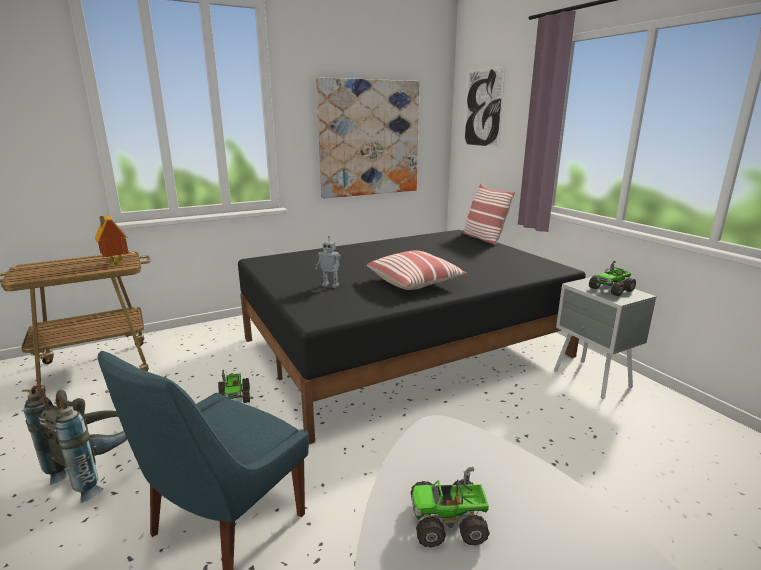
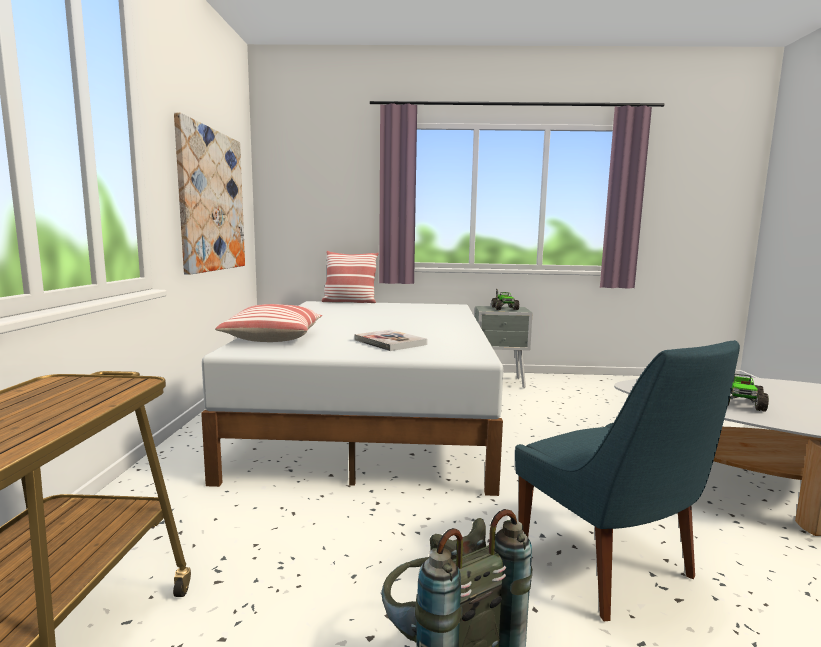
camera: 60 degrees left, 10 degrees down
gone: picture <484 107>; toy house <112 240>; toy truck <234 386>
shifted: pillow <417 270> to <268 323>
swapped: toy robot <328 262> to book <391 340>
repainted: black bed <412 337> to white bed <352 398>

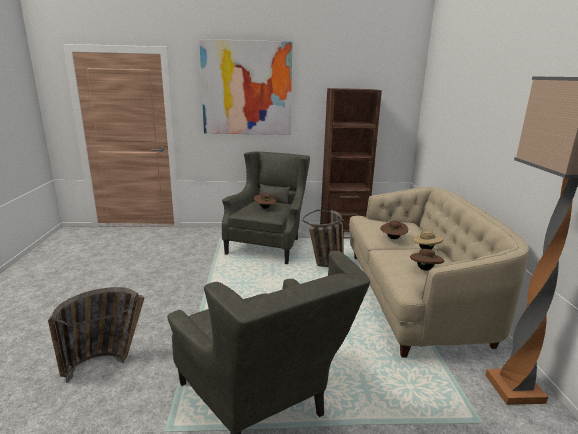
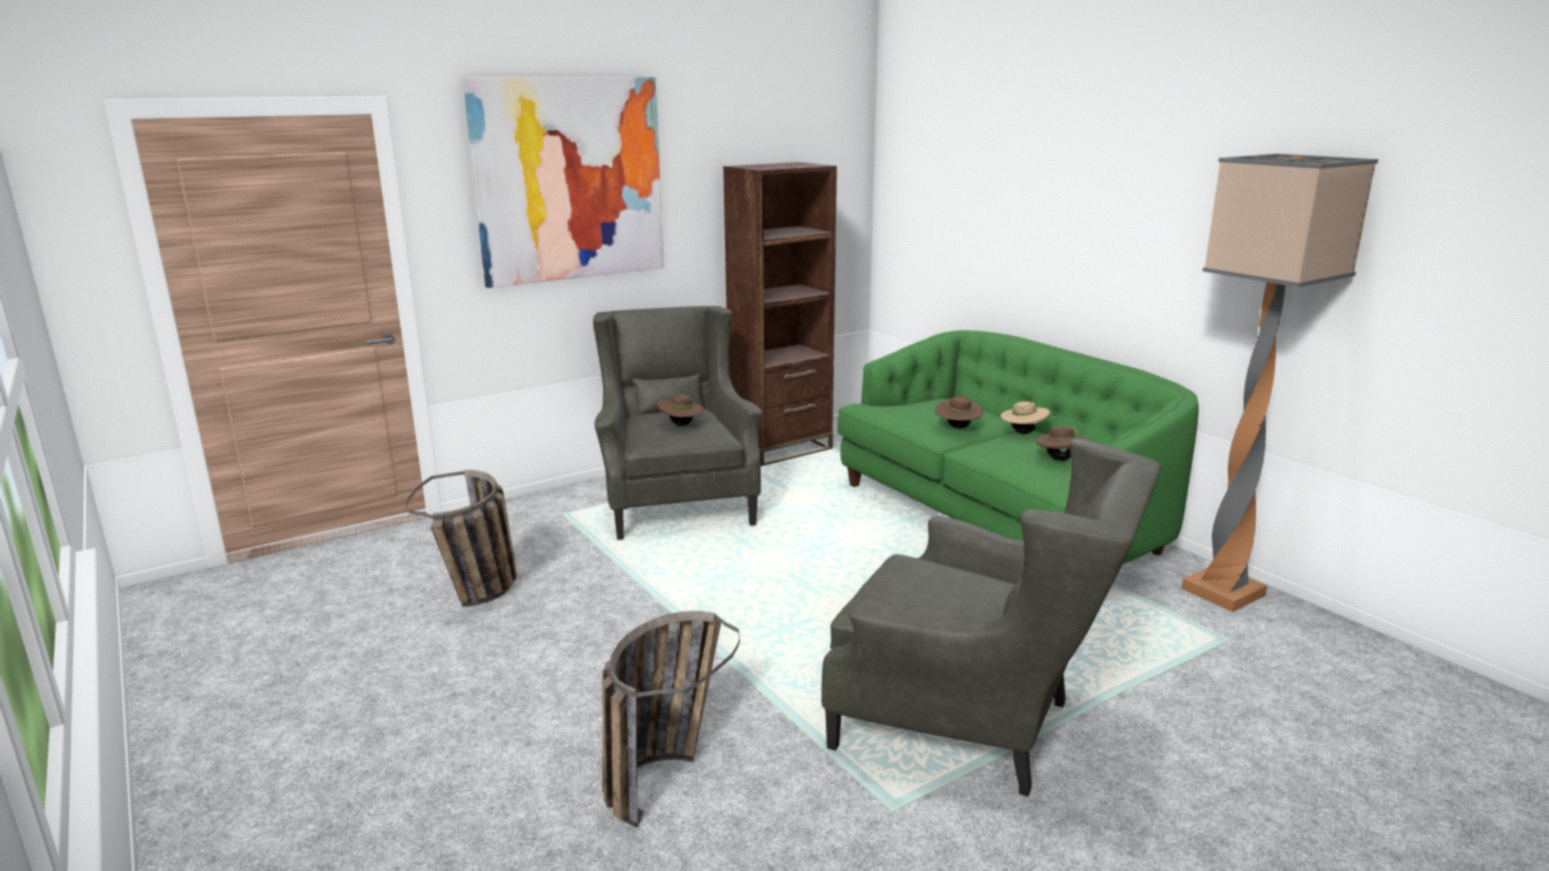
camera: 30 degrees left, 0 degrees up
shifted: basket <323 238> to <461 538>
repainted: beige sofa <439 272> to green sofa <1018 447>

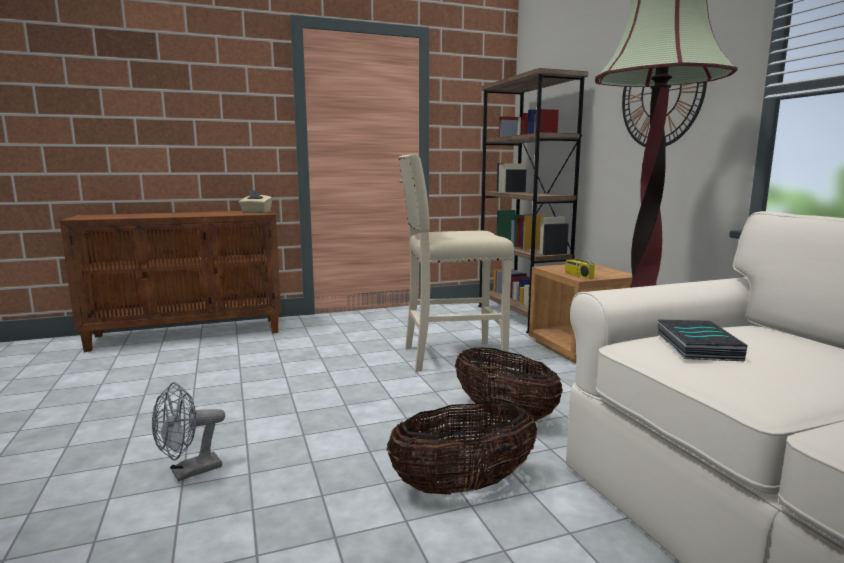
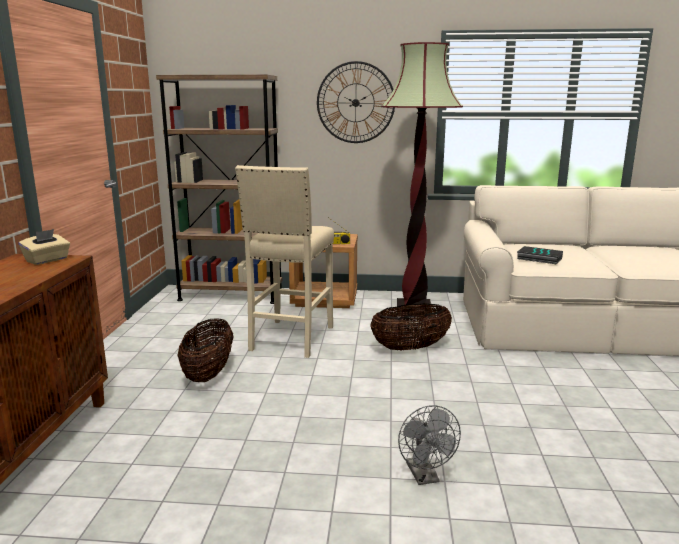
camera: 65 degrees left, 5 degrees up
shifted: basket <461 448> to <205 350>

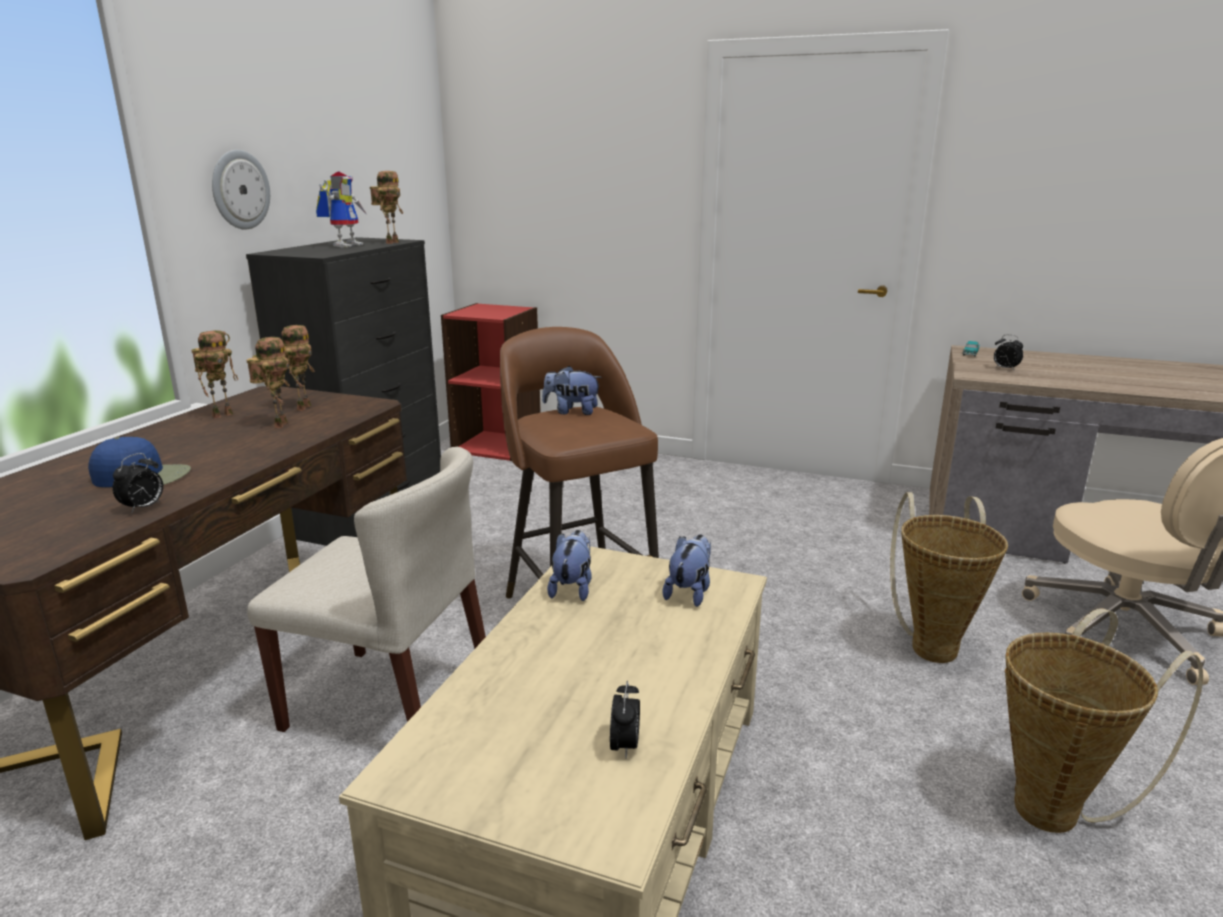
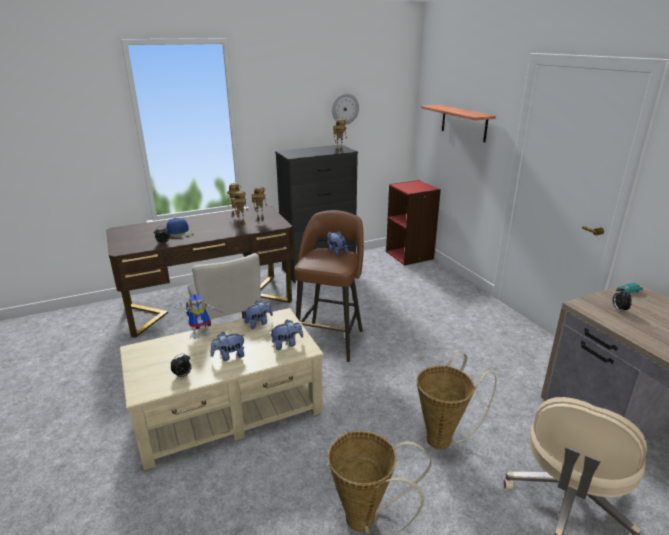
camera: 45 degrees right, 5 degrees up
new: shelf <458 123>; plush toy <228 346>
shifted: wall clock <241 190> to <345 109>; toy robot <341 209> to <198 316>

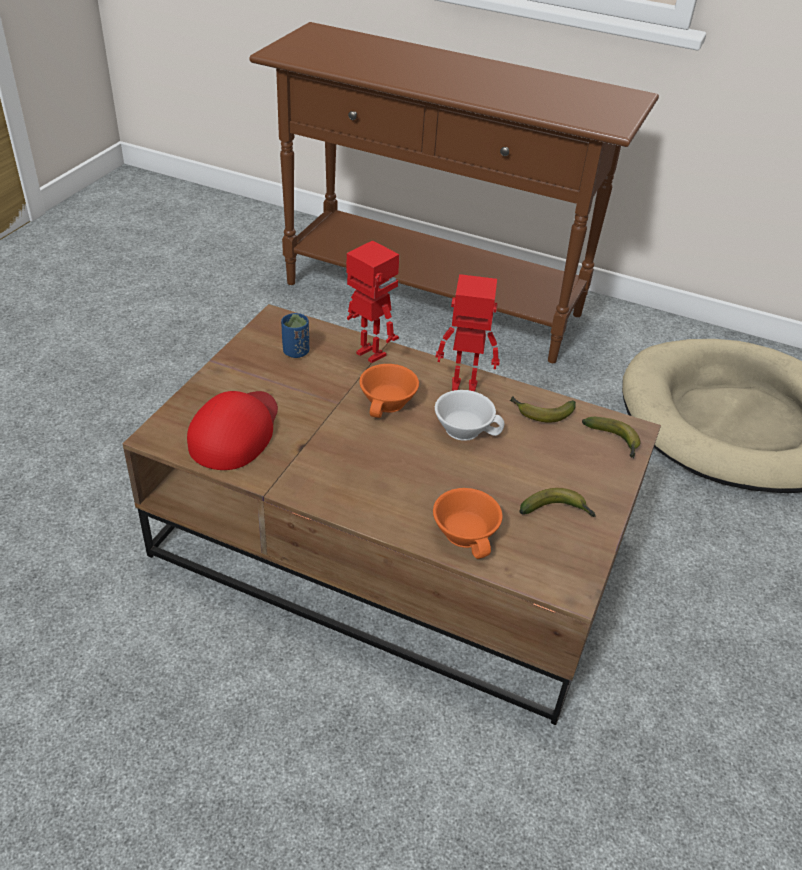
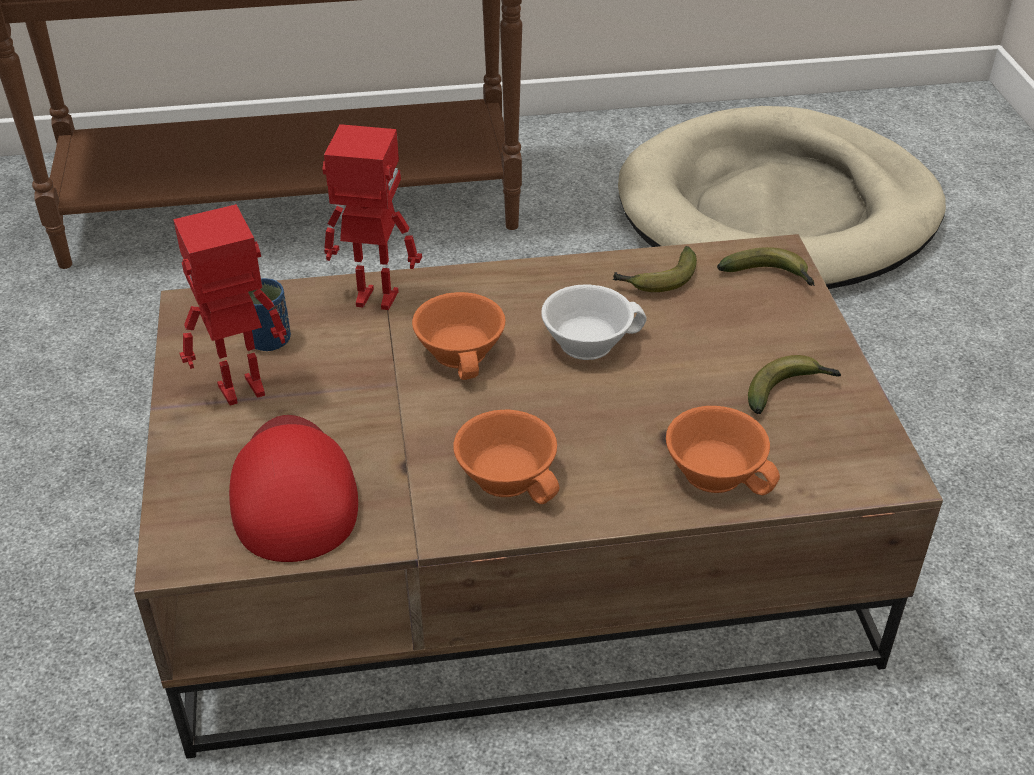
camera: 30 degrees left, 0 degrees up
new: orange cup <506 457>
shifted: toy robot <468 332> to <230 305>

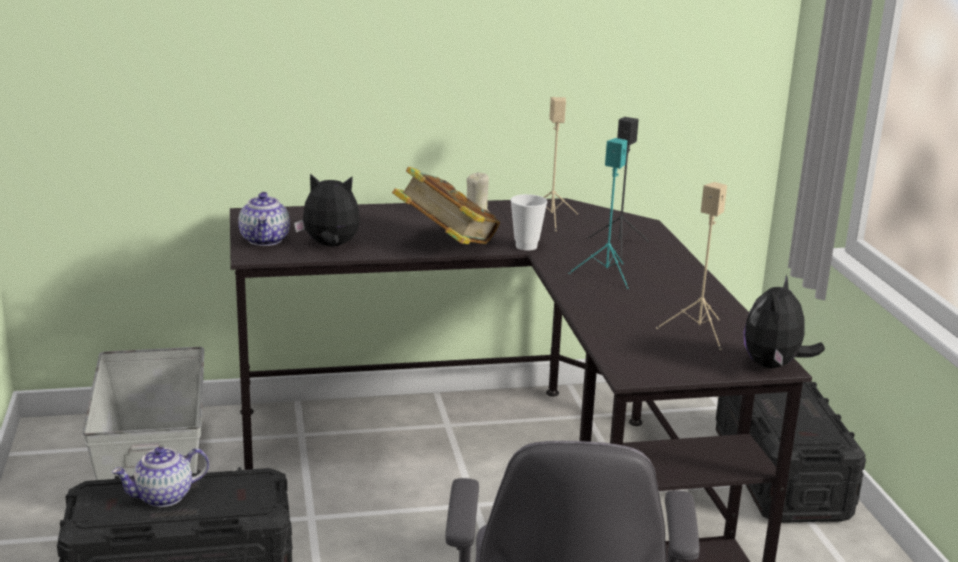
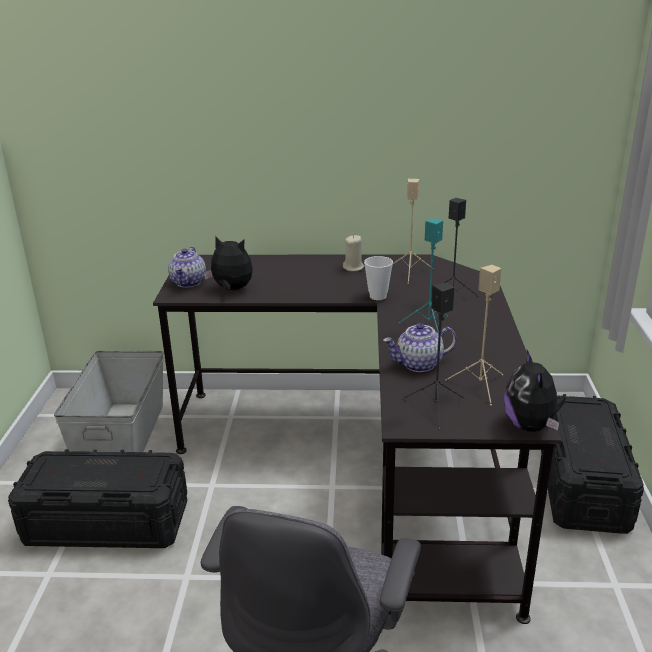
camera: 15 degrees right, 5 degrees up
gone: book <446 205>
new: black speaker <433 356>
shifted: teapot <160 477> to <420 347>
rotated: plush toy <784 321> = <535 391> 45 degrees counterclockwise

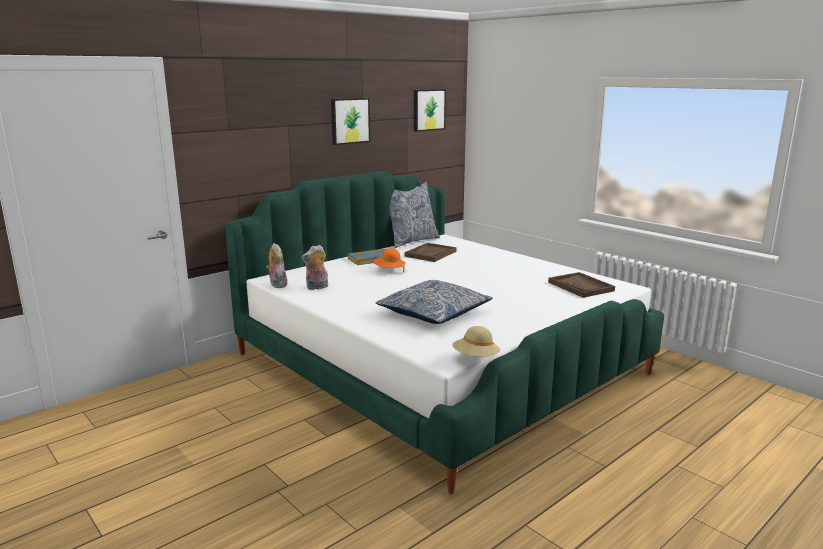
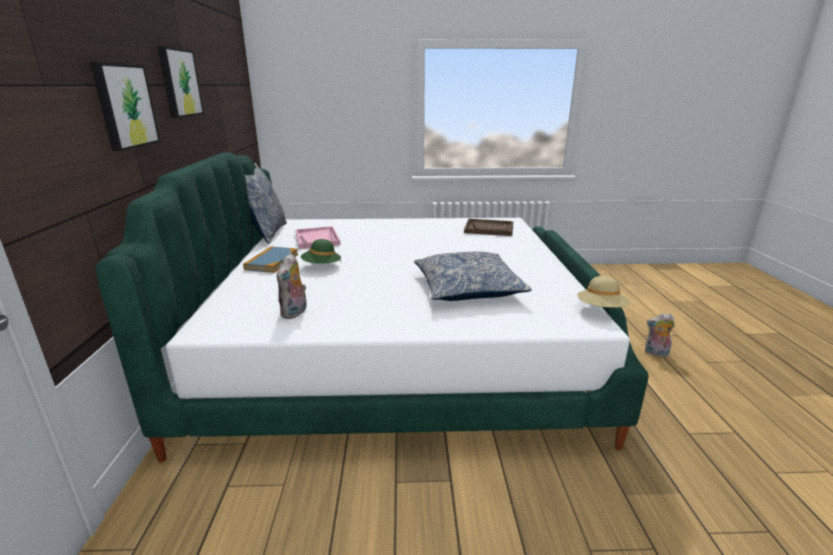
camera: 50 degrees left, 5 degrees up
shifted: picture <430 110> to <125 106>; plush toy <276 265> to <660 335>
repainted: brown tray <430 252> to pink tray <318 237>; orange hat <389 260> to green hat <321 251>

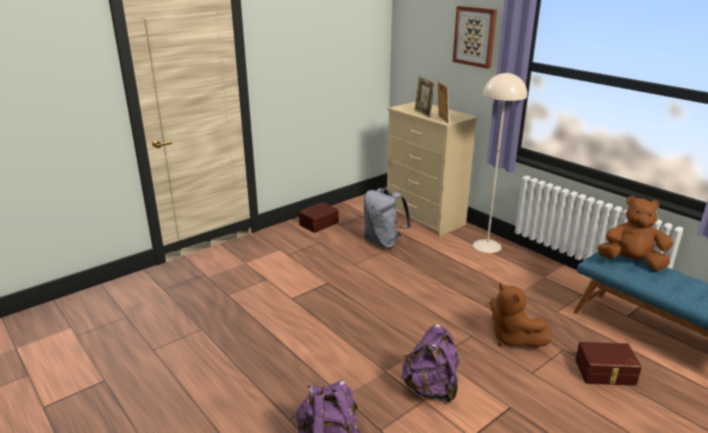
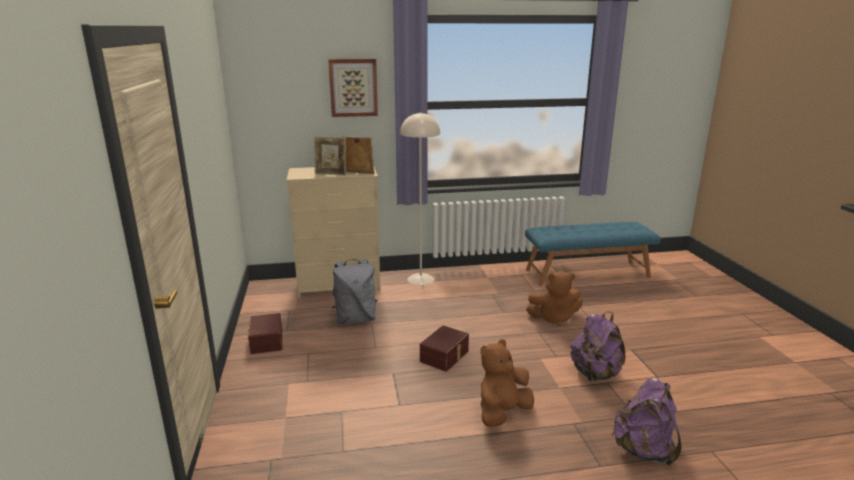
camera: 60 degrees left, 5 degrees down
shifted: brown plush toy <635 232> to <507 383>; brown storage box <608 364> to <444 348>

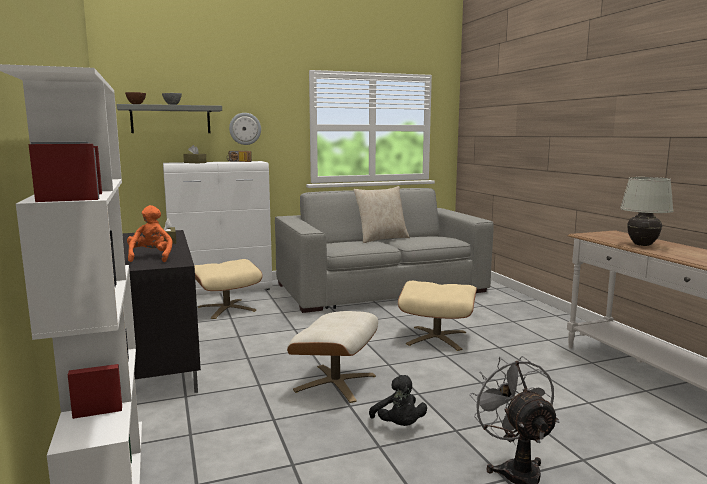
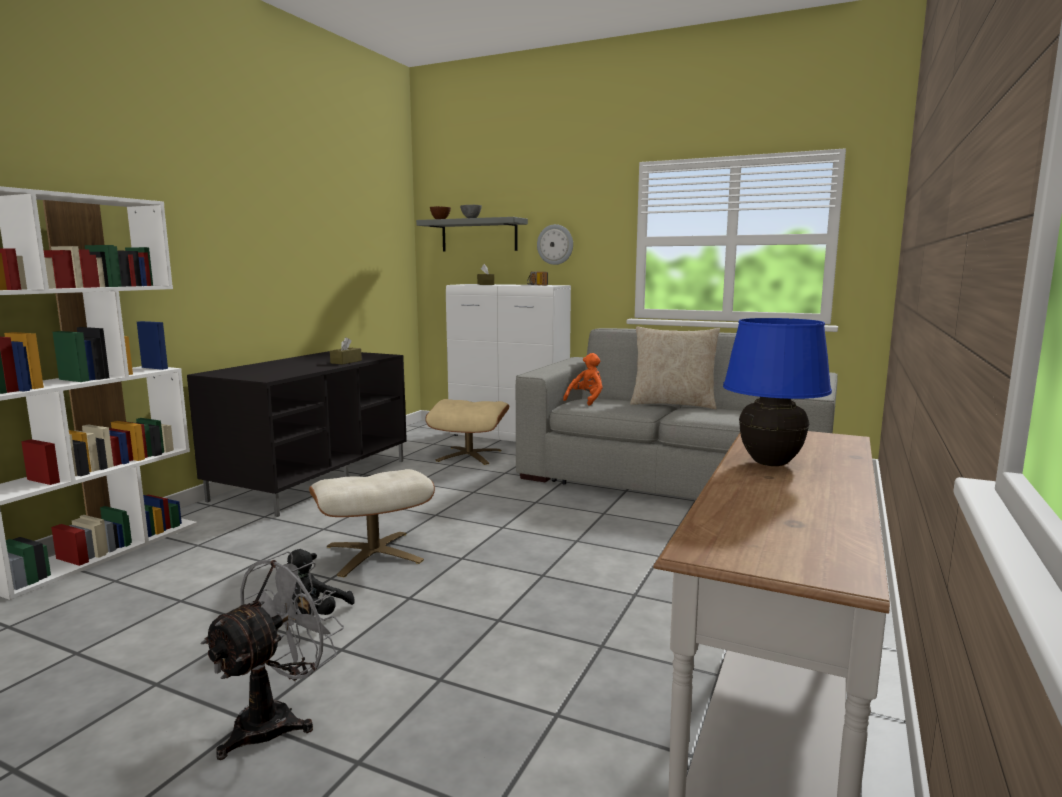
camera: 45 degrees right, 0 degrees up
gone: beige ottoman <437 316>
shifted: orange plush toy <149 233> to <583 379>
repainted: white table lamp <647 211> to blue table lamp <777 392>

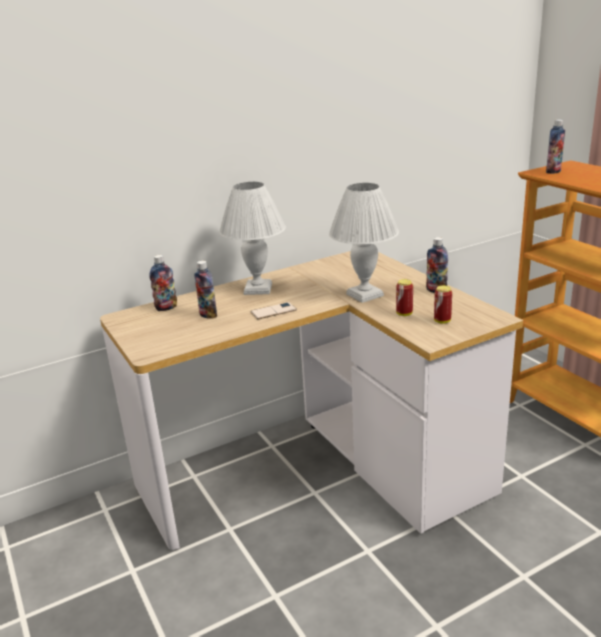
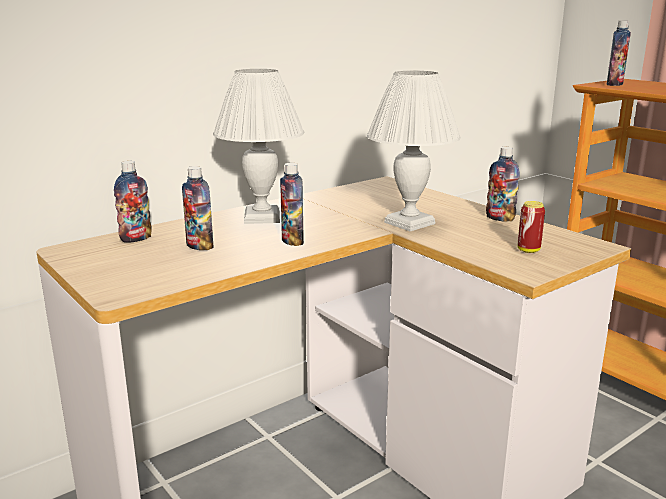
camera: 10 degrees left, 5 degrees down
gone: can <404 297>
swapped: phone <274 310> to bottle <292 204>

